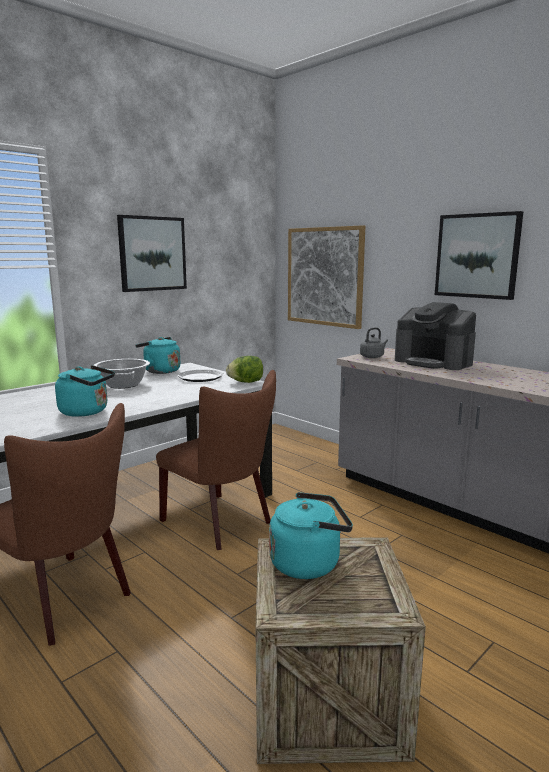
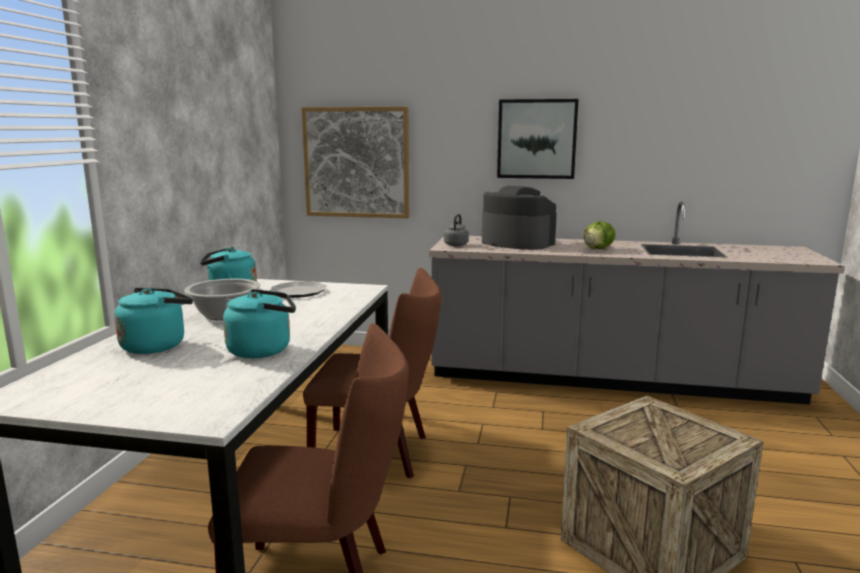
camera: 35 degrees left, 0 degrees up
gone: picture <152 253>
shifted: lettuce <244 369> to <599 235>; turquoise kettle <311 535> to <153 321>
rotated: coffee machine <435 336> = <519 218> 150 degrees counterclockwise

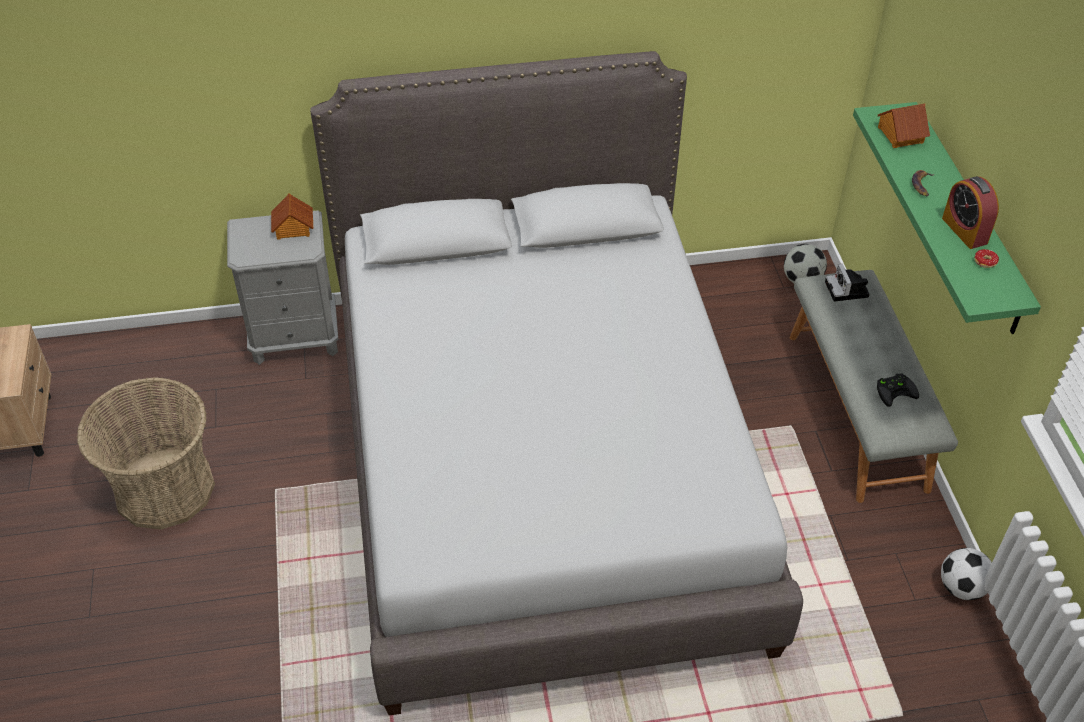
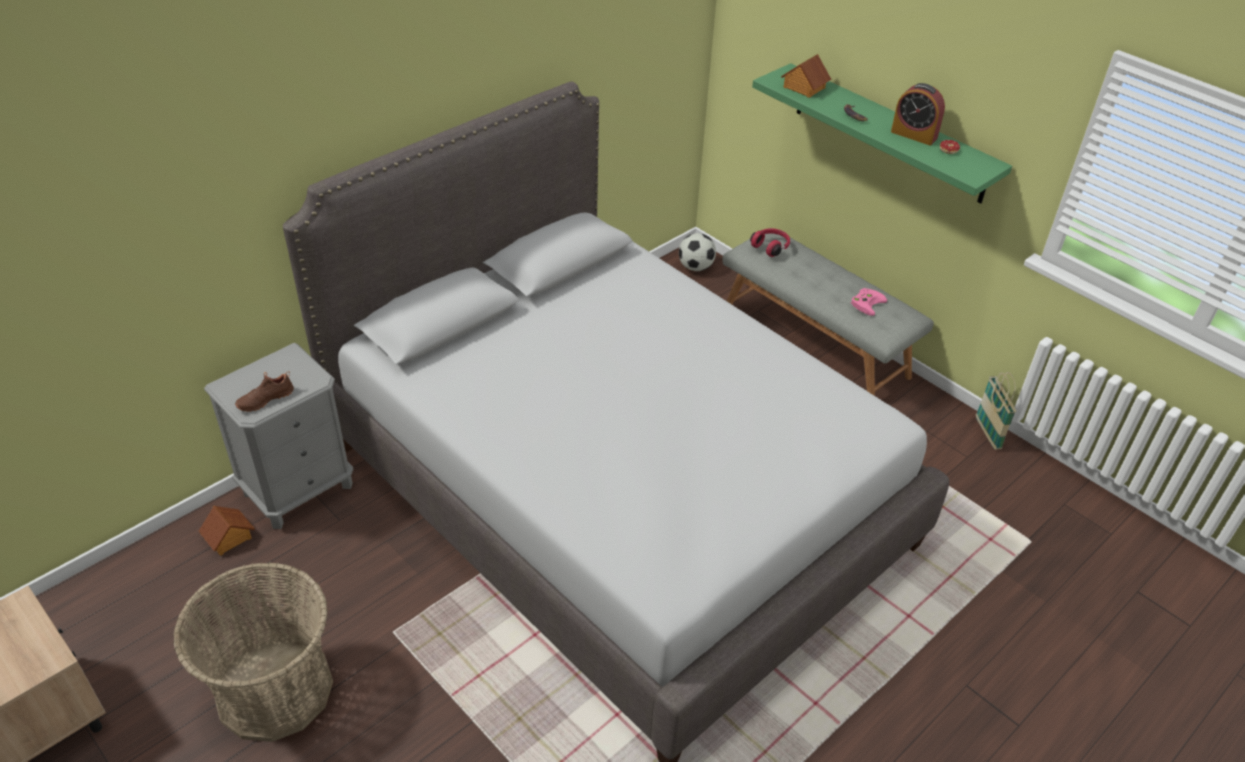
camera: 35 degrees left, 5 degrees down
new: brown shoe <264 391>
shifted: toy house <292 217> to <227 531>
swapped: photo camera <847 283> to red headphones <770 242>; football <966 574> to basket <996 411>
repainted: black game controller <898 390> to pink game controller <869 302>

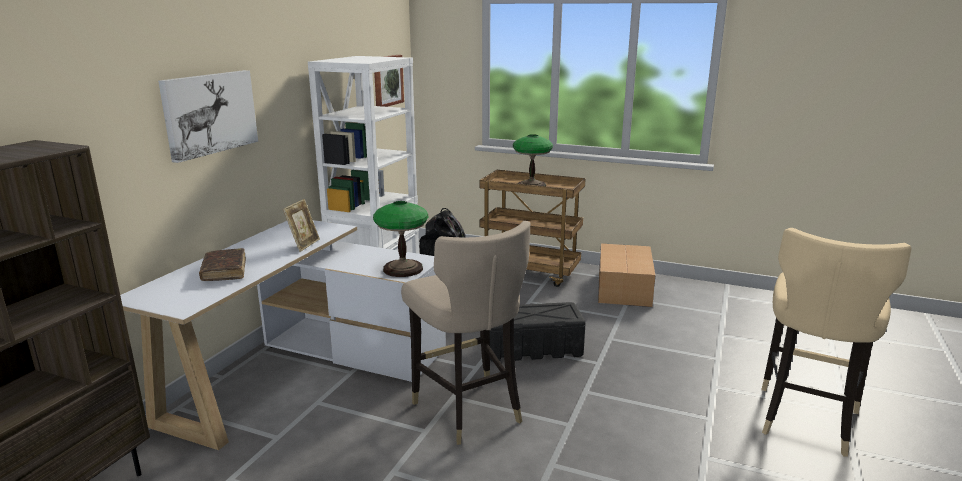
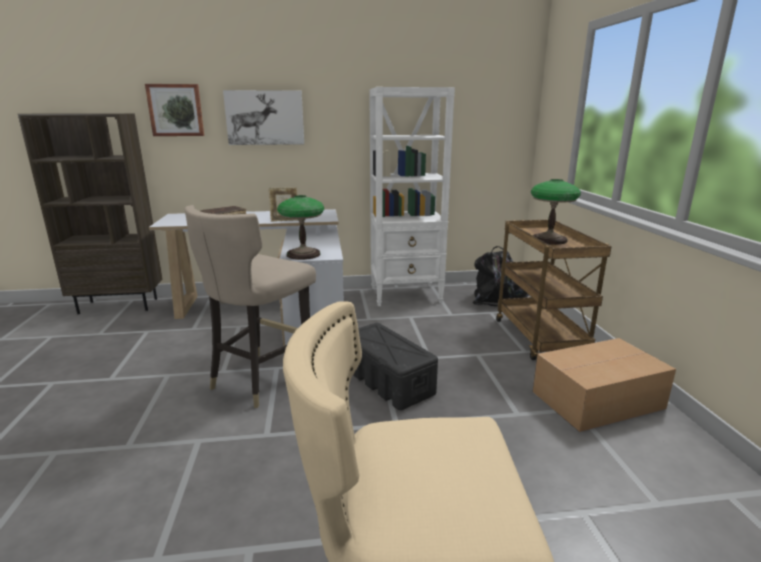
camera: 60 degrees right, 0 degrees up
shifted: picture <389 81> to <174 110>

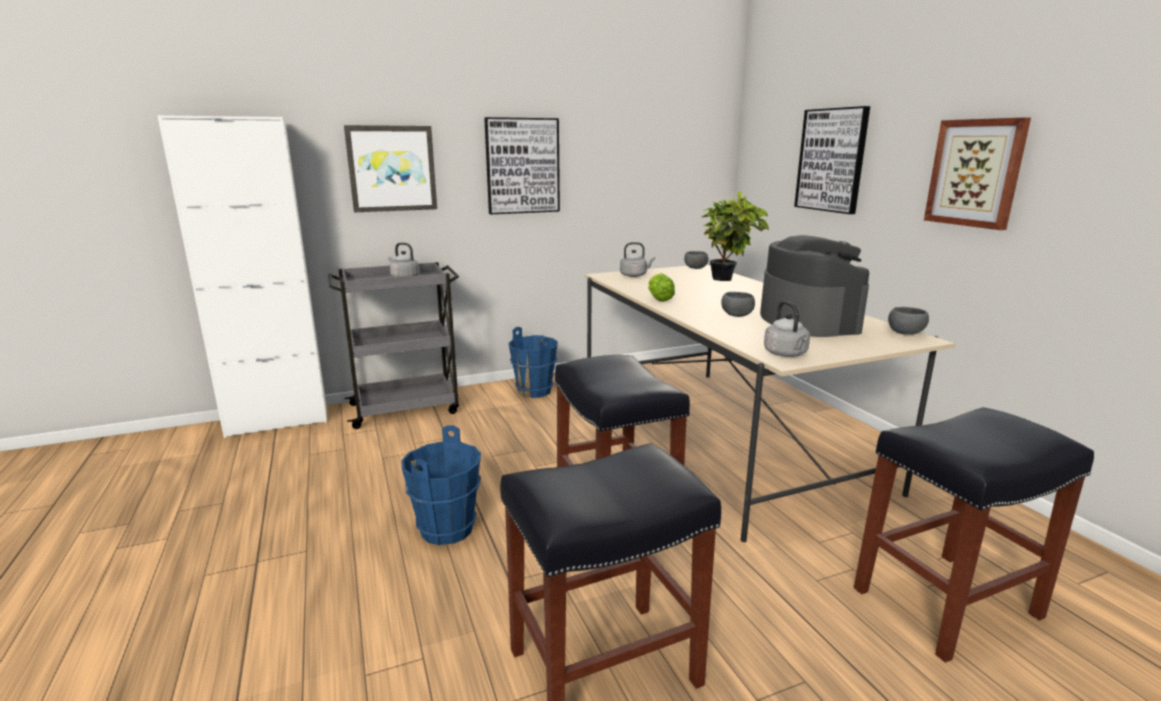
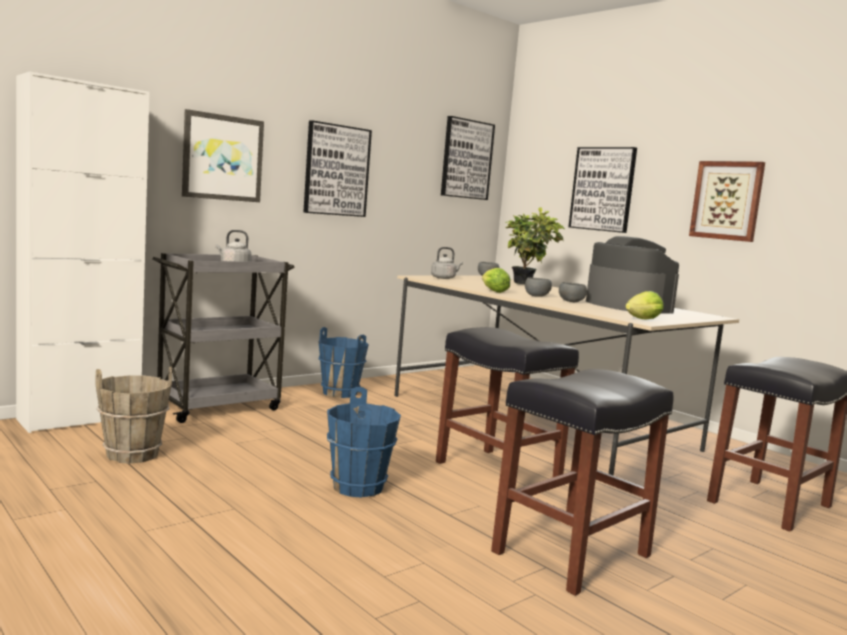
camera: 20 degrees left, 10 degrees down
new: picture <468 158>; brown bucket <133 415>
shifted: grey bowl <908 321> to <538 287>
swapped: grey kettle <787 329> to lettuce <644 305>

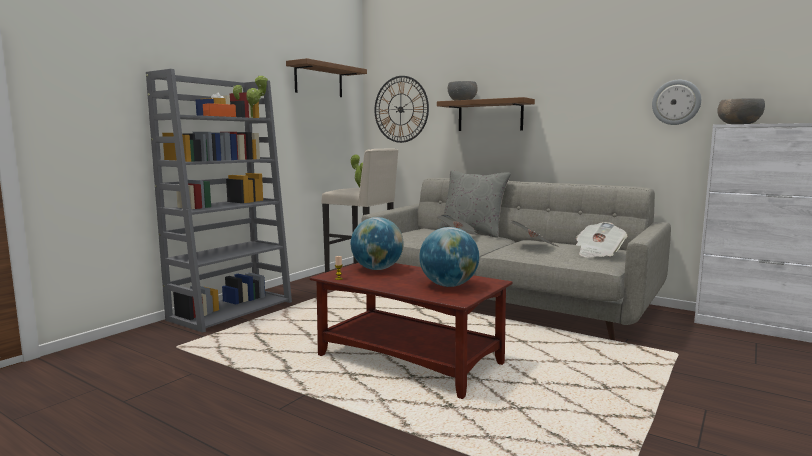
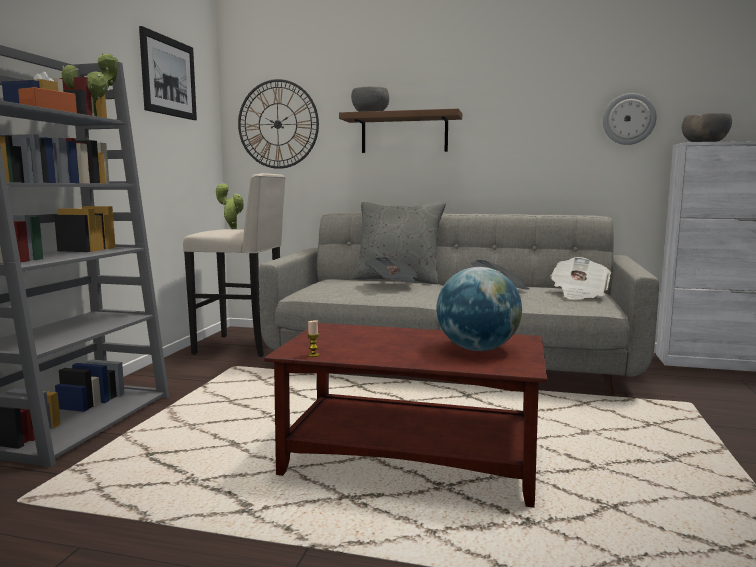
camera: 20 degrees left, 0 degrees up
gone: globe <377 243>
swapped: brown shelf <326 77> to picture <168 73>

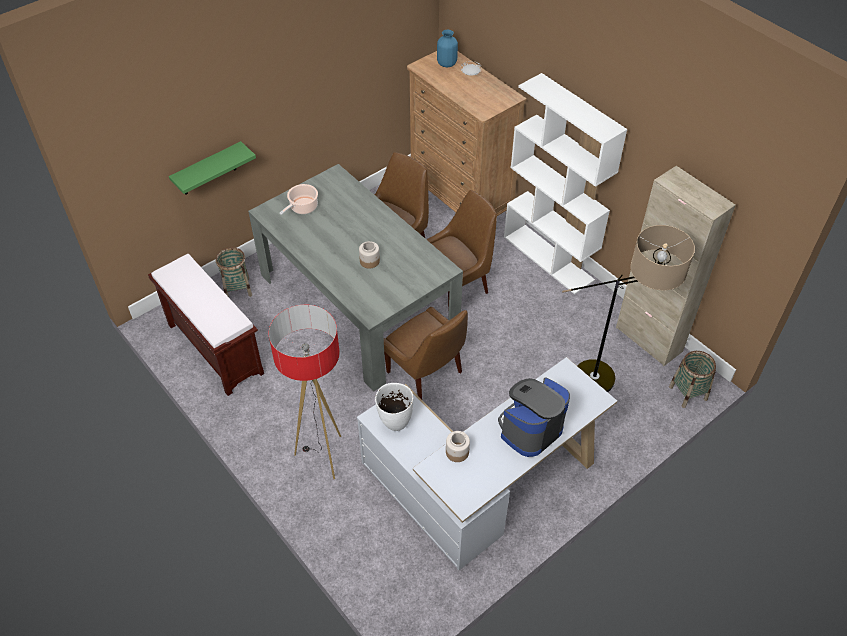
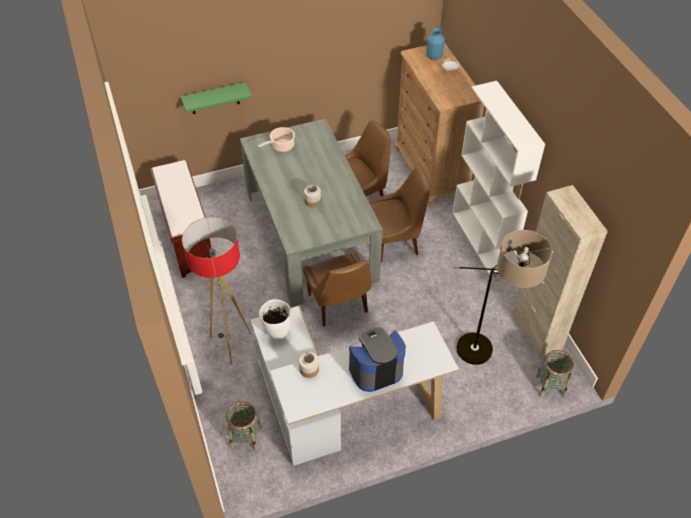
camera: 20 degrees right, 0 degrees up
shifted: basket <234 272> to <243 426>

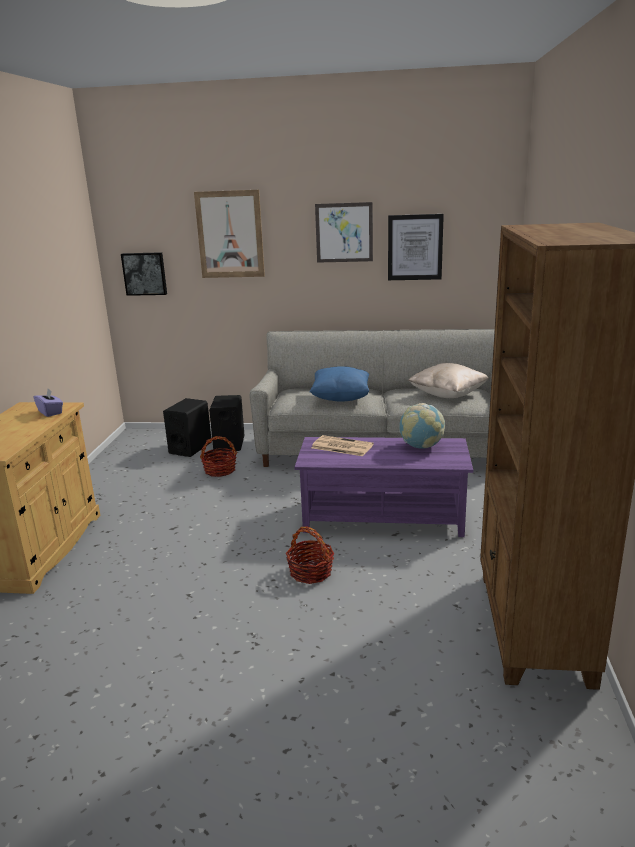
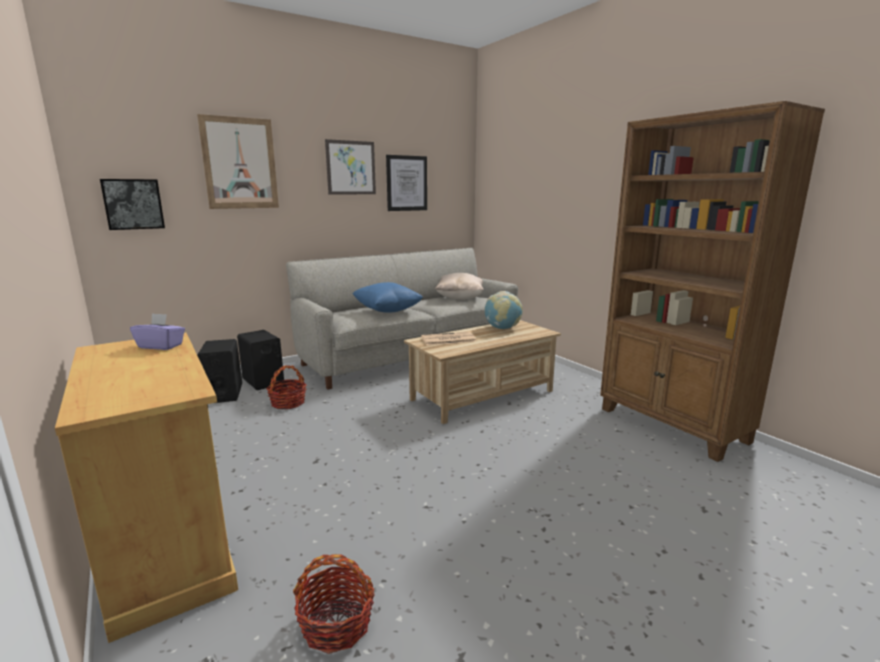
camera: 40 degrees left, 5 degrees down
shifted: basket <310 555> to <334 604>
repainted: purple coffee table <383 487> to beige coffee table <482 372>

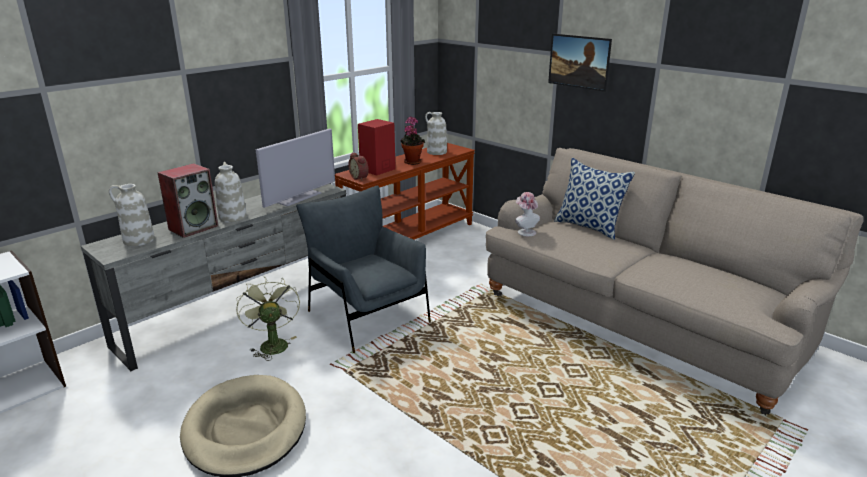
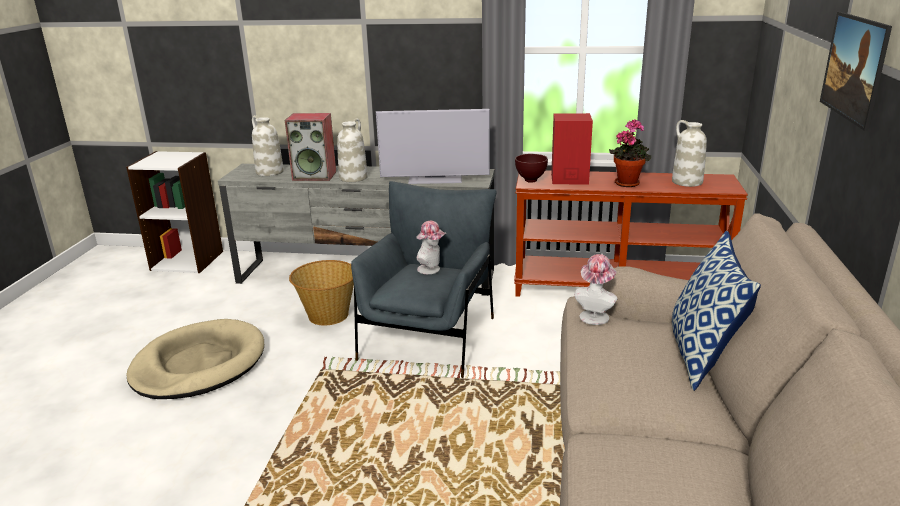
camera: 55 degrees right, 0 degrees up
new: hat <431 247>
swapped: alarm clock <358 166> to brown bowl <531 168>; green fan <268 319> to basket <321 293>

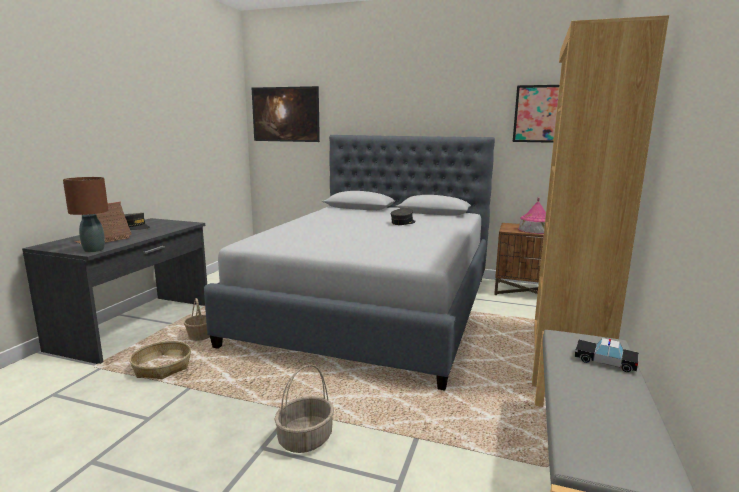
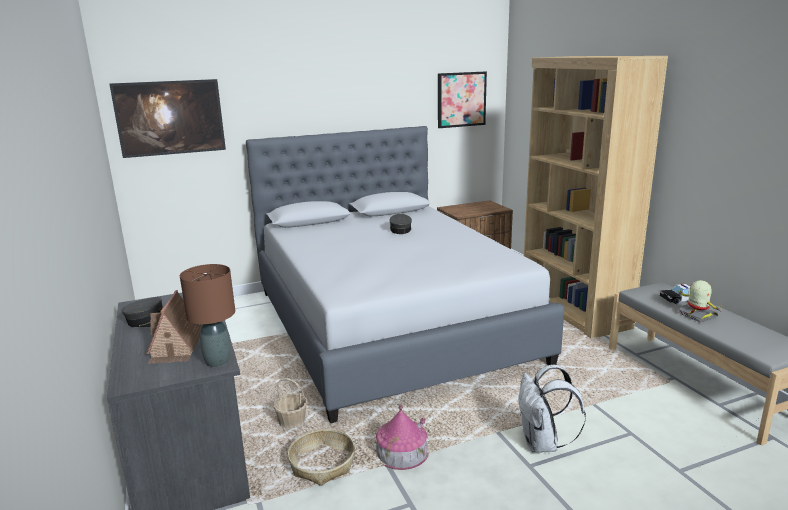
camera: 40 degrees left, 5 degrees up
new: toy robot <699 301>
shifted: toy house <532 216> to <402 437>
swapped: basket <304 408> to white backpack <552 409>

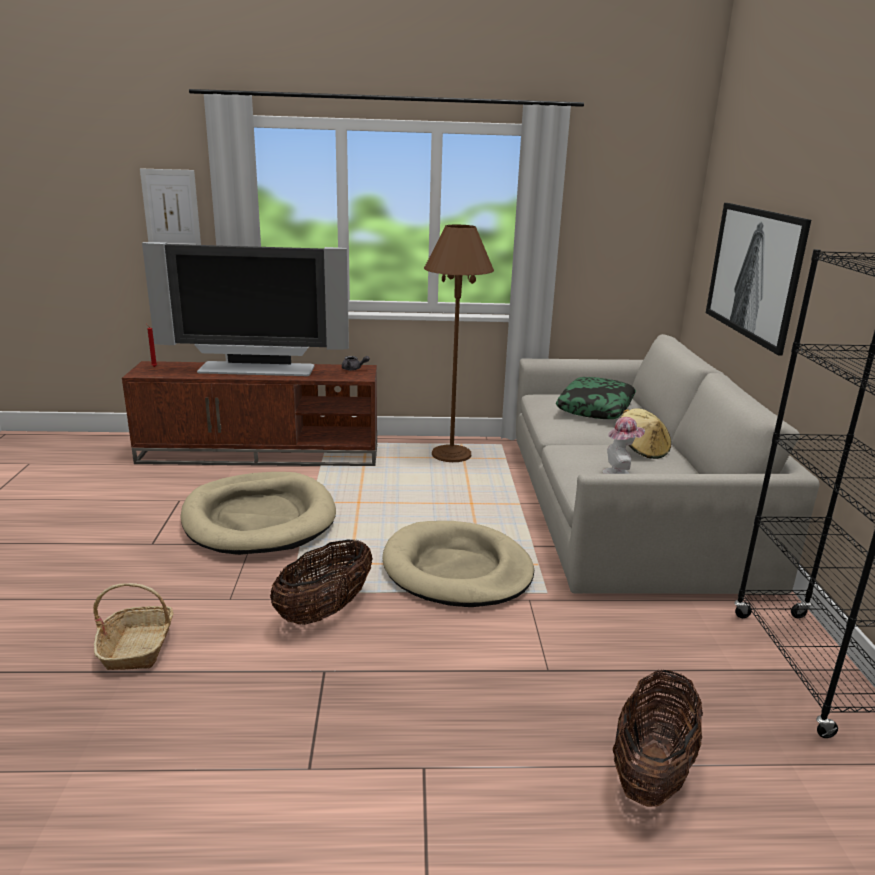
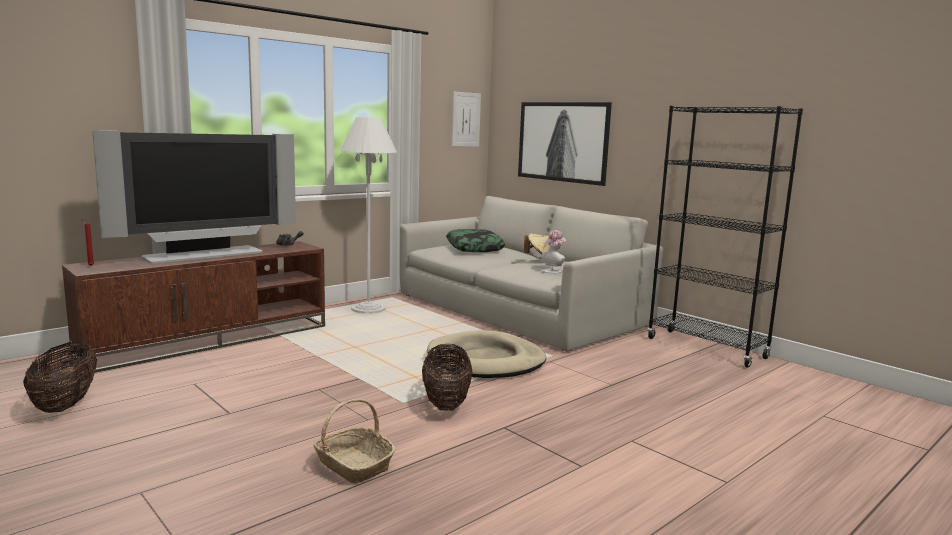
camera: 40 degrees left, 10 degrees down
gone: beige dog bed <258 513>
shifted: picture <170 206> to <466 119>; basket <658 738> to <60 377>
repainted: brown floor lamp <459 343> to white floor lamp <368 215>

